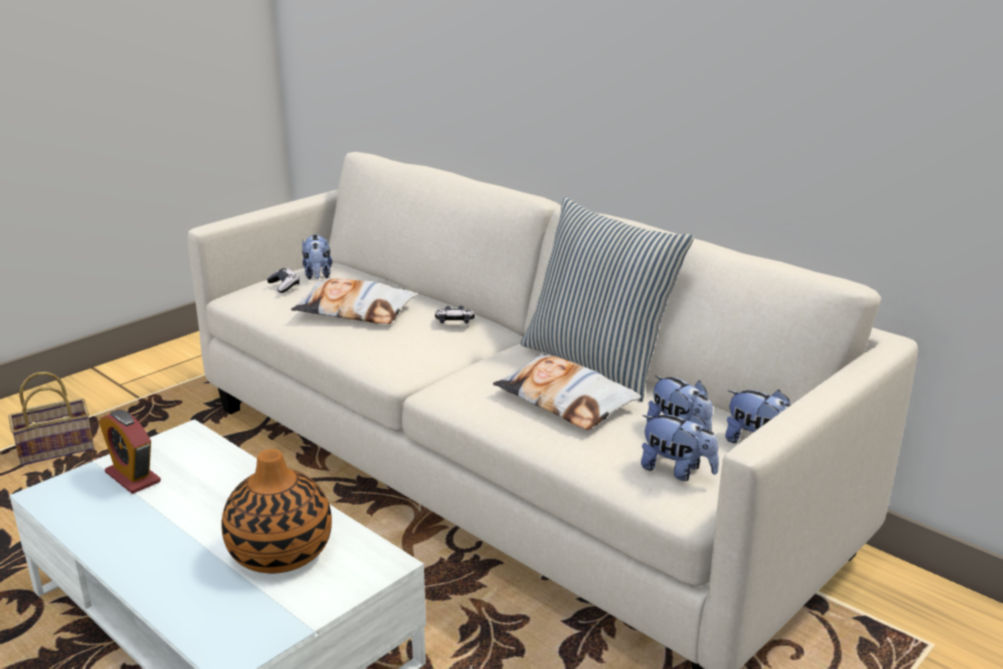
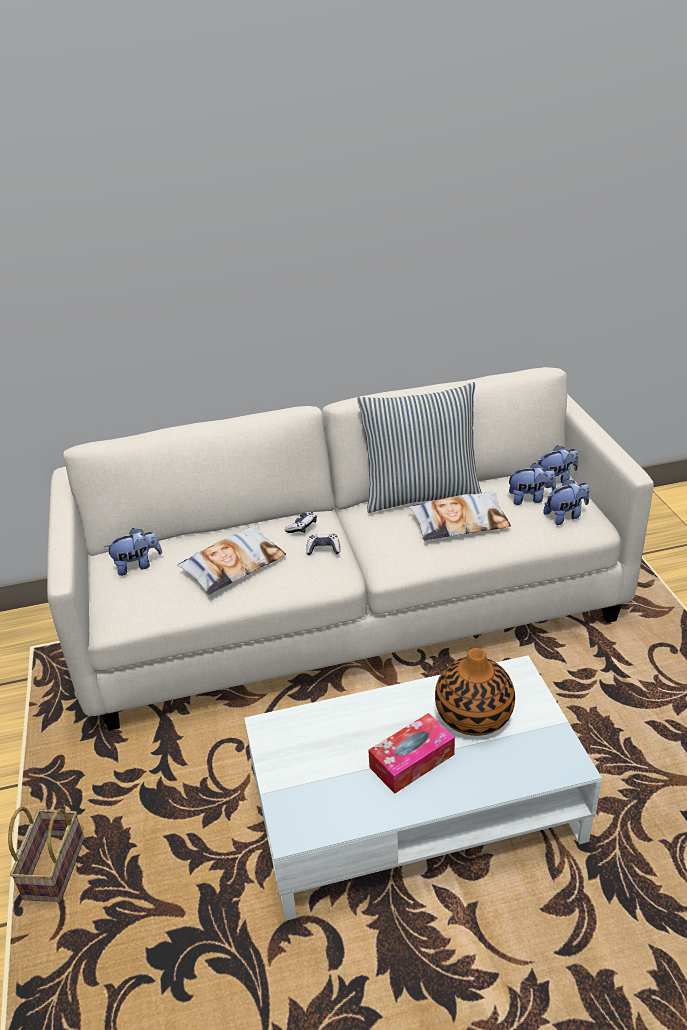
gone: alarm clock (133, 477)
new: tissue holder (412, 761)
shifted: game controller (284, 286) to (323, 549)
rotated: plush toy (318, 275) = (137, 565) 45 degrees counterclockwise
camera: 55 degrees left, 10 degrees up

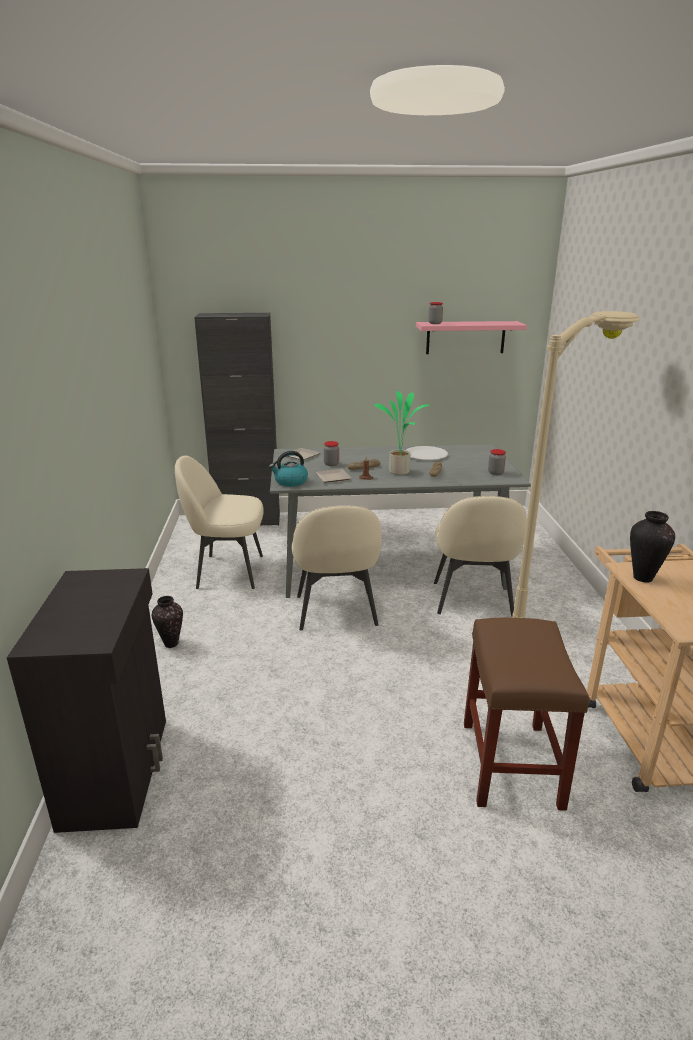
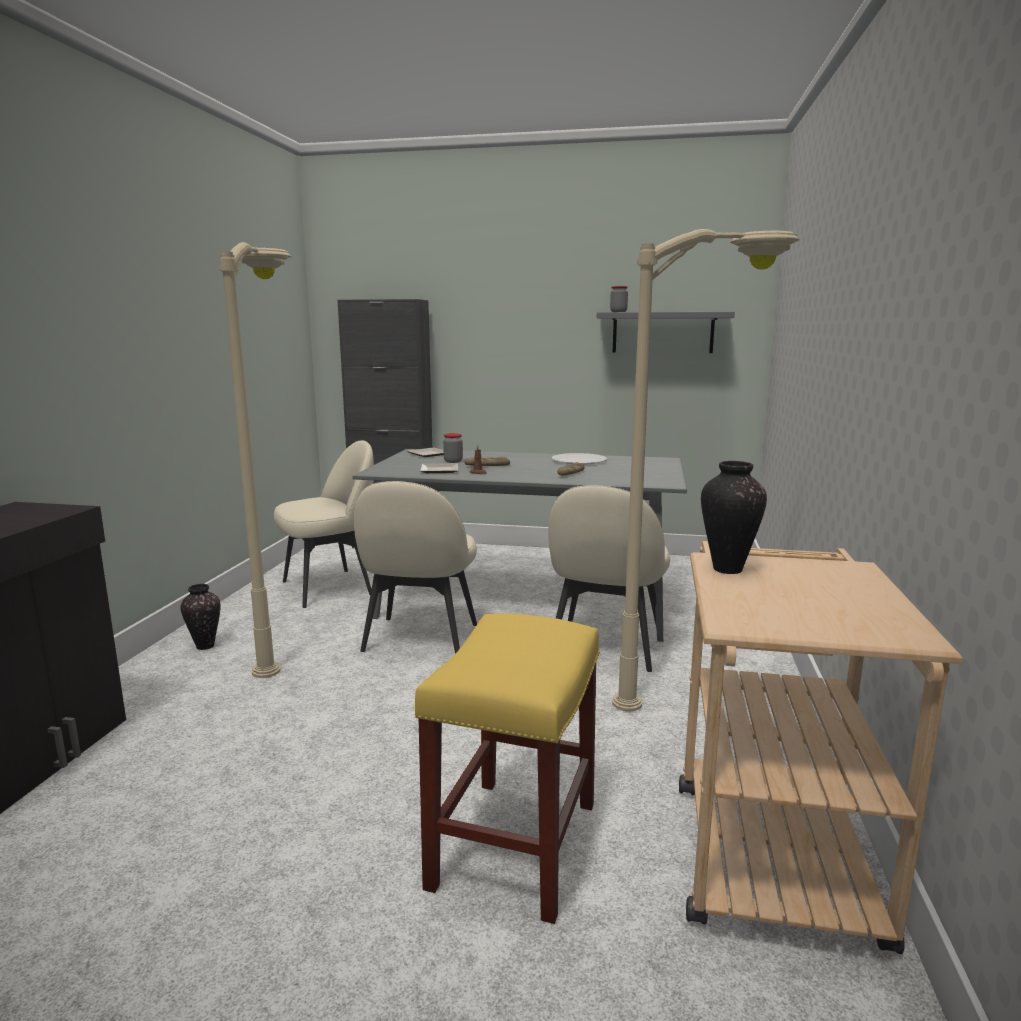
gone: water kettle (290, 482); houseplant (400, 471); jar (495, 473)
new: standard lamp in beige-coloured (286, 636)
repainted: wall shelf in pink (465, 337) to wall shelf in greyish (662, 332); stool seat in brownish (511, 765) to stool seat in yellow (515, 846)
rotated: plain chair in beige-coloured (228, 571) = (330, 587) 135 degrees clockwise
camera: 15 degrees right, 10 degrees down

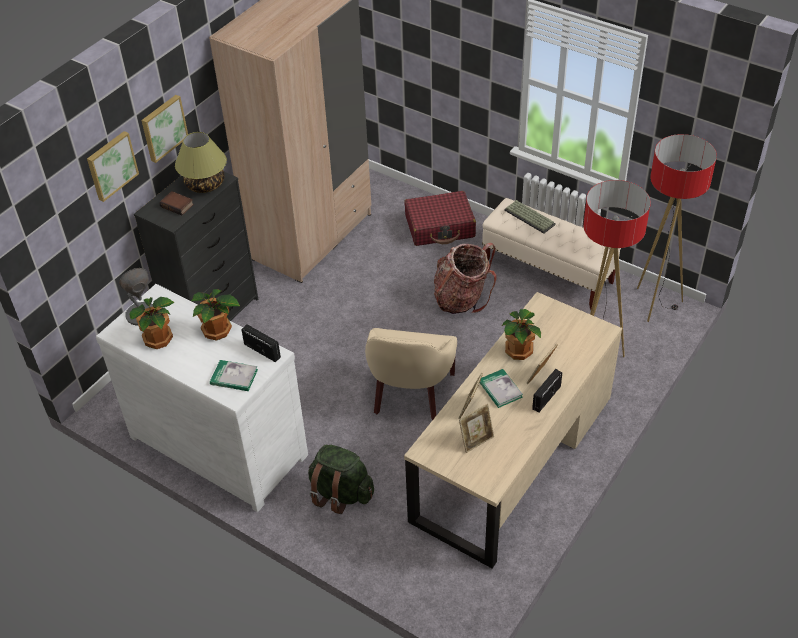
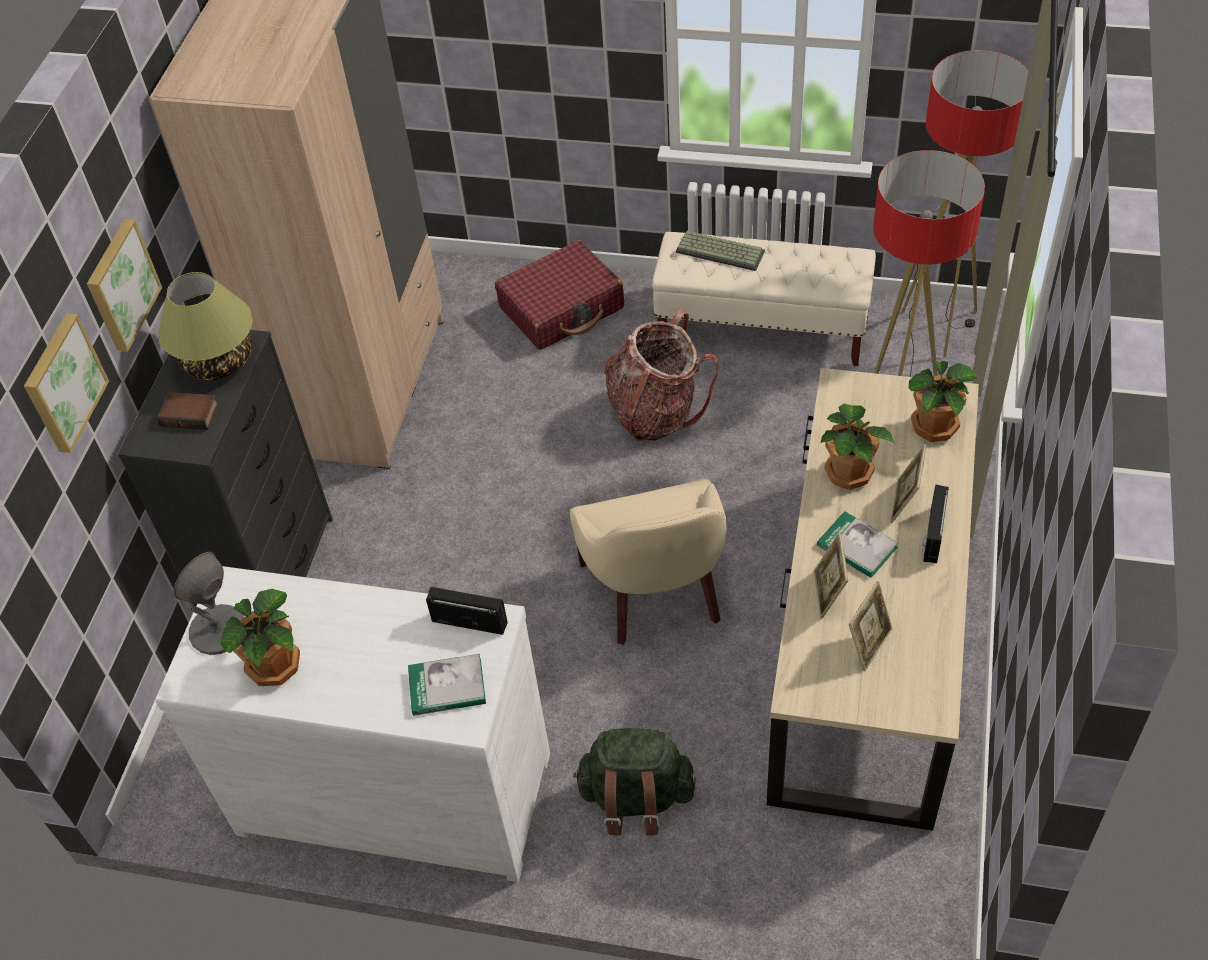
shifted: houseplant (218, 331) to (936, 426)
camera: 20 degrees left, 5 degrees up

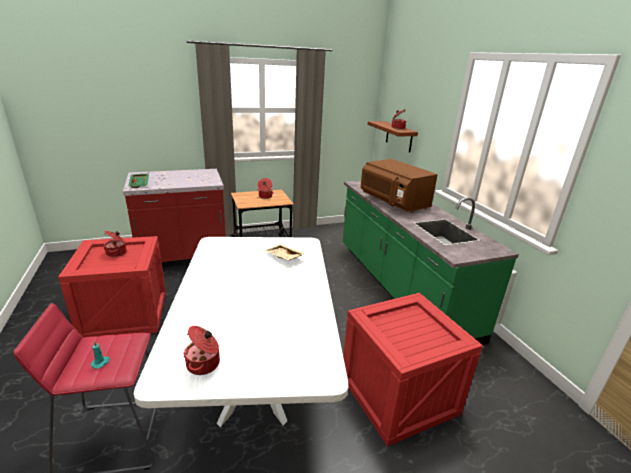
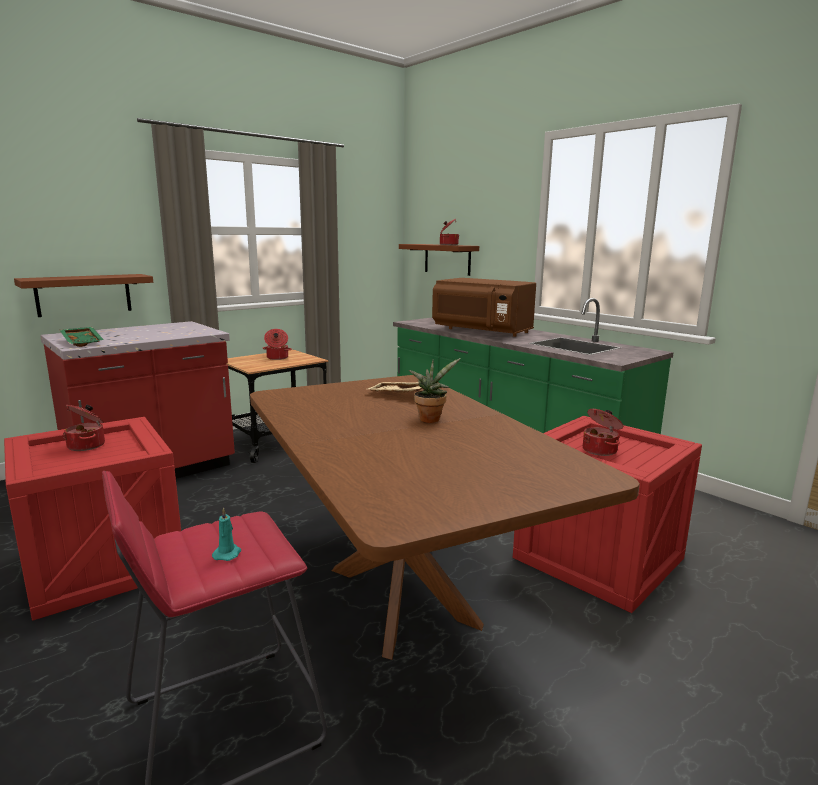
new: wall shelf in brownish (84, 294); houseplant (431, 419)
shifted: stockpot (204, 364) to (600, 450)
repainted: kitchen table in whitish (256, 383) to kitchen table in brownish (402, 594)
camera: 20 degrees left, 10 degrees down

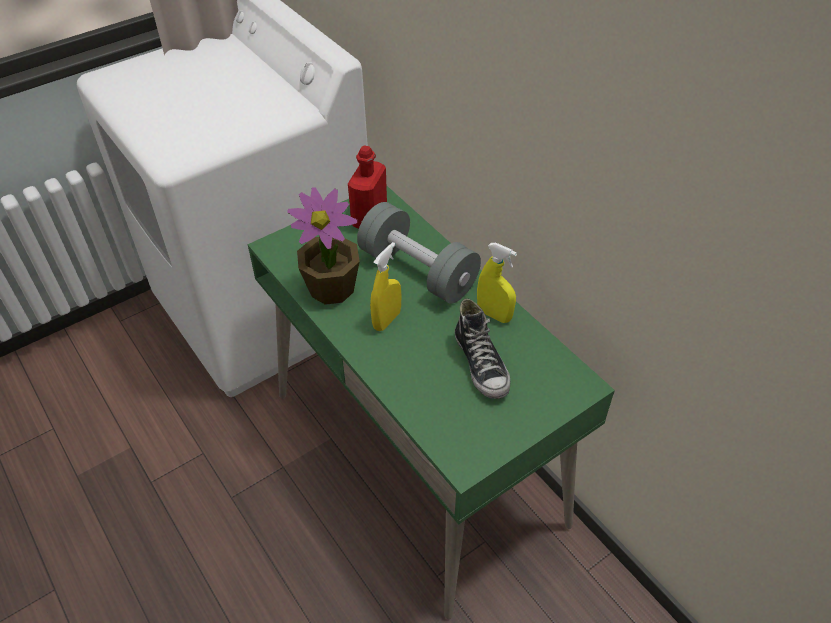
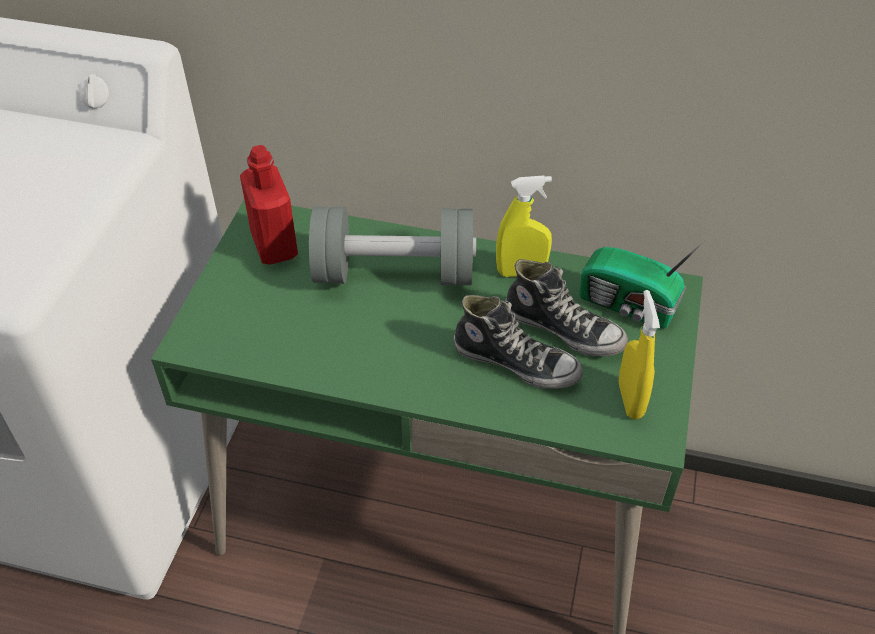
gone: houseplant (332, 288)
new: shoe (516, 362); radio set (629, 306)
shifted: spray bottle in yellow (387, 320) to (630, 400)
camera: 40 degrees left, 0 degrees up

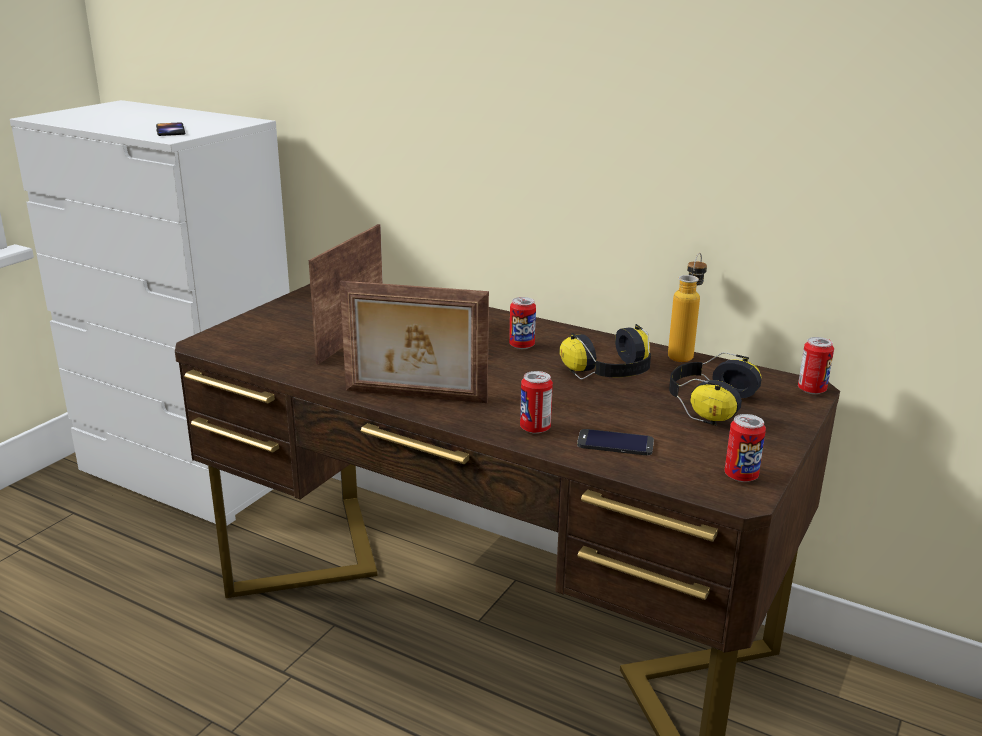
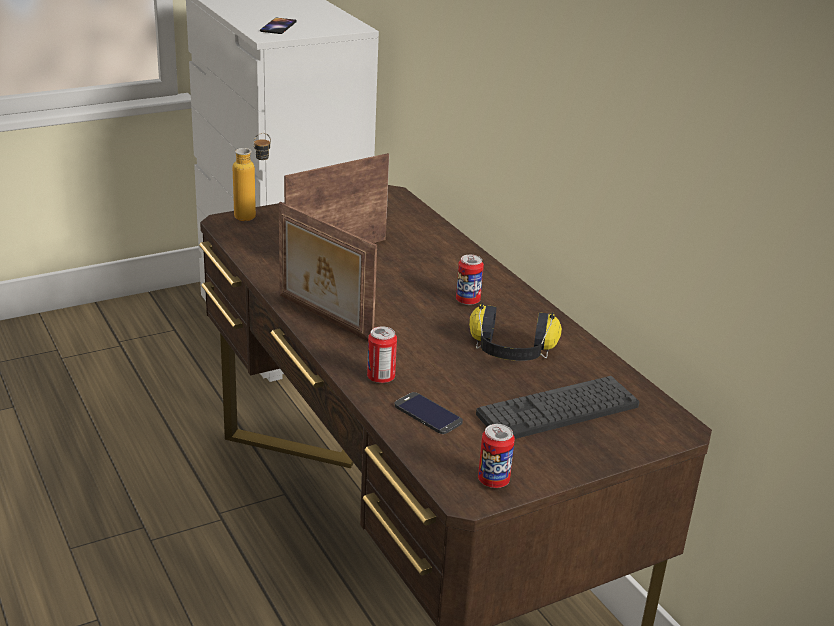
gone: sealed can (811, 390)
shifted: drink bottle (684, 354) to (253, 216)
swapped: headphones (708, 404) to computer keyboard (558, 410)
camera: 30 degrees right, 5 degrees up

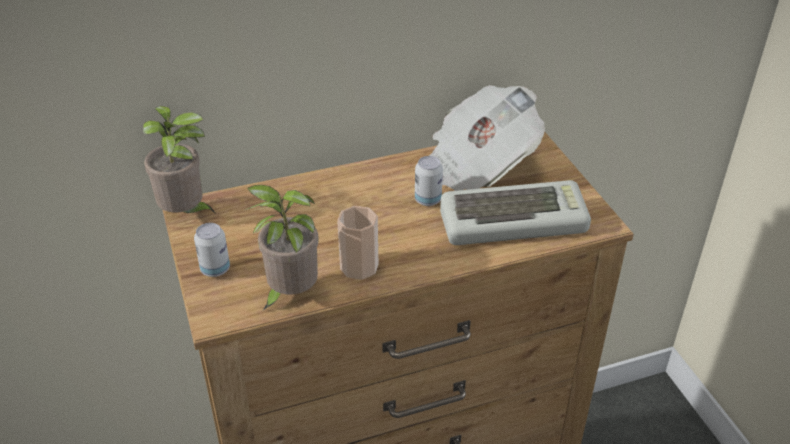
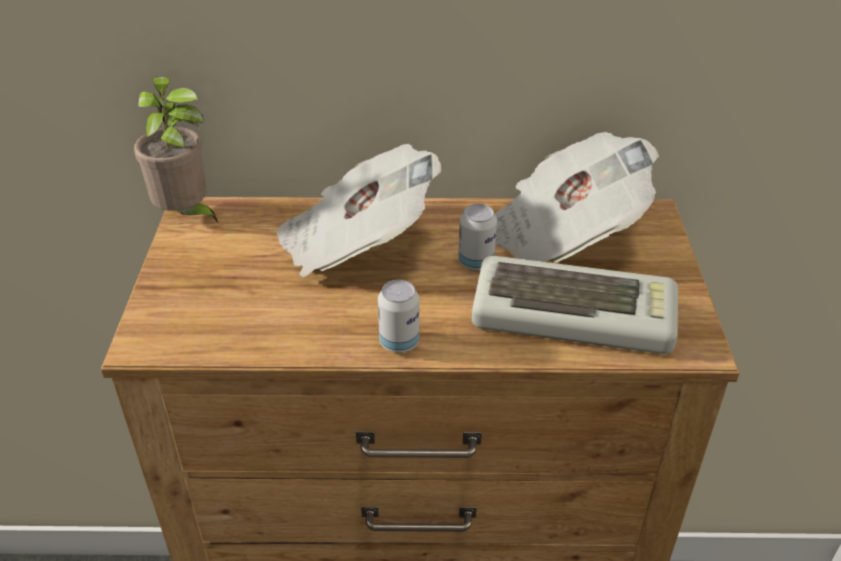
gone: houseplant (290, 294); drinking cup (359, 267)
new: printed paper (355, 244)
shifted: sealed can (215, 269) to (399, 342)
camera: 20 degrees right, 0 degrees up

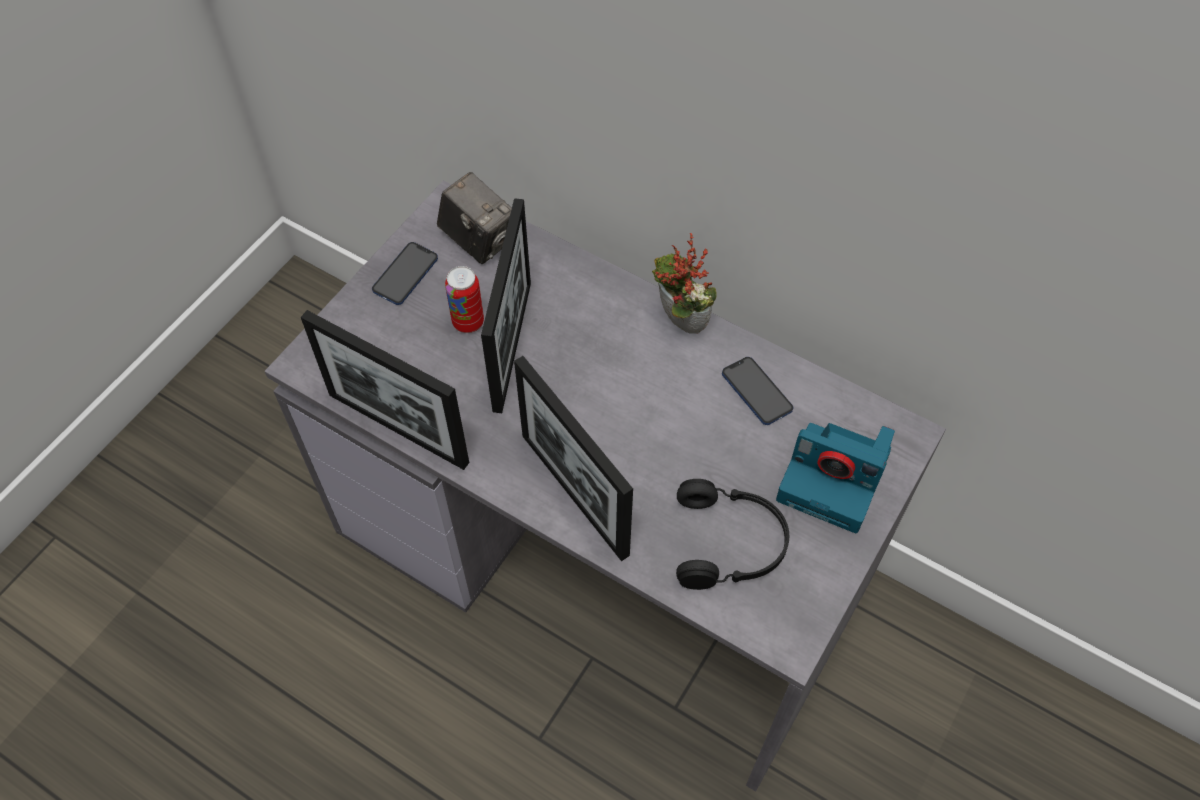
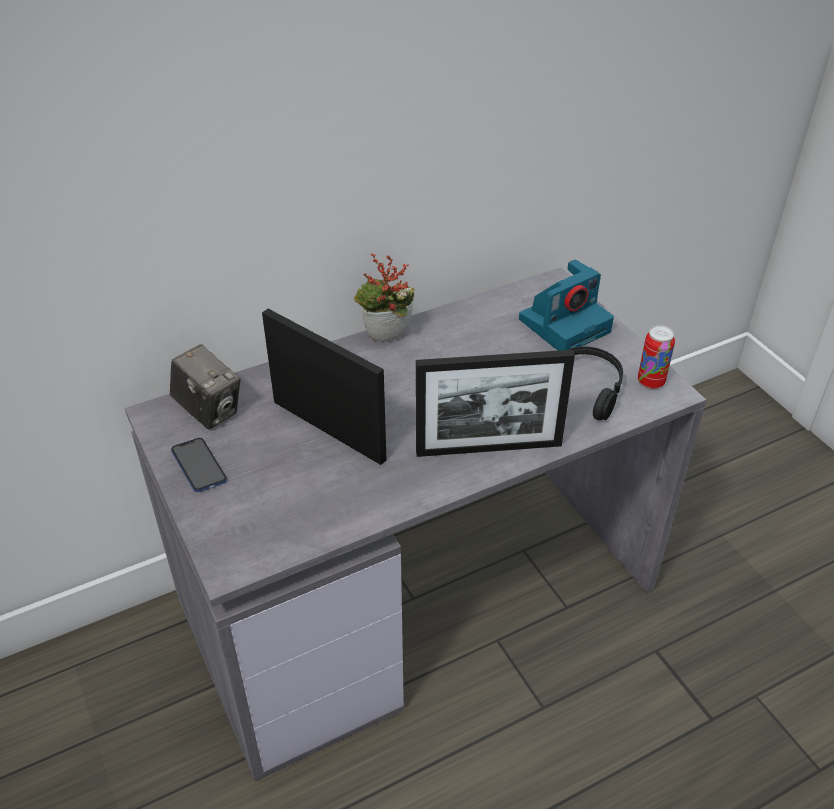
gone: picture frame (398, 428); handset (756, 392)
shifted: sealed can (468, 322) to (650, 382)
rotated: photo camera (478, 241) = (209, 410) 60 degrees clockwise
camera: 60 degrees left, 15 degrees down

